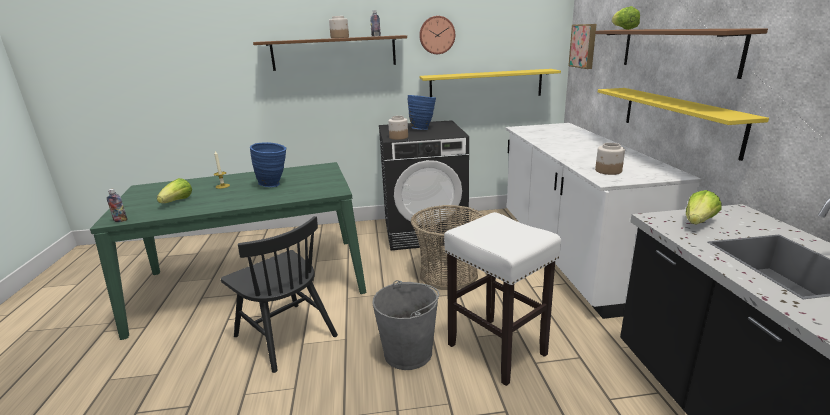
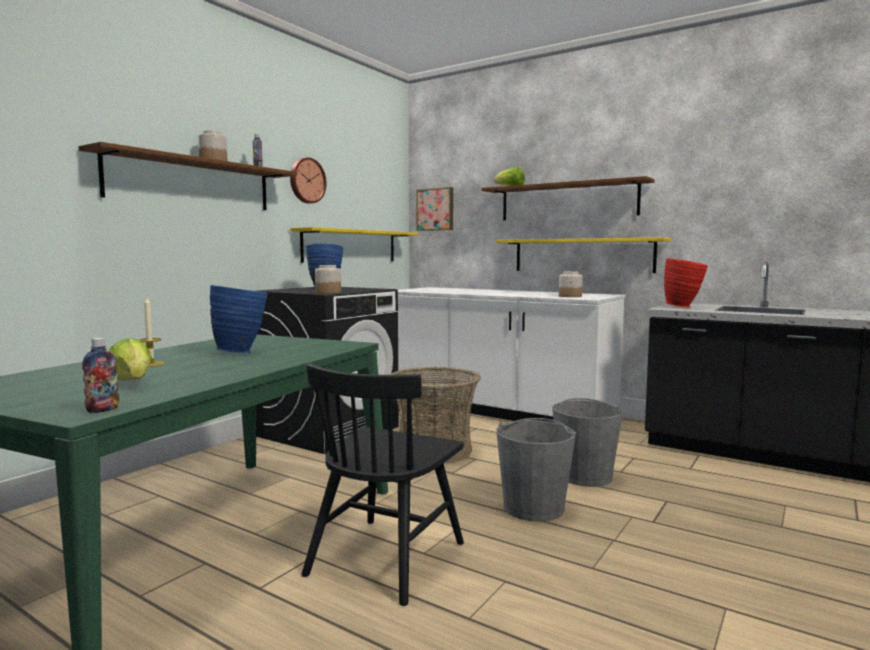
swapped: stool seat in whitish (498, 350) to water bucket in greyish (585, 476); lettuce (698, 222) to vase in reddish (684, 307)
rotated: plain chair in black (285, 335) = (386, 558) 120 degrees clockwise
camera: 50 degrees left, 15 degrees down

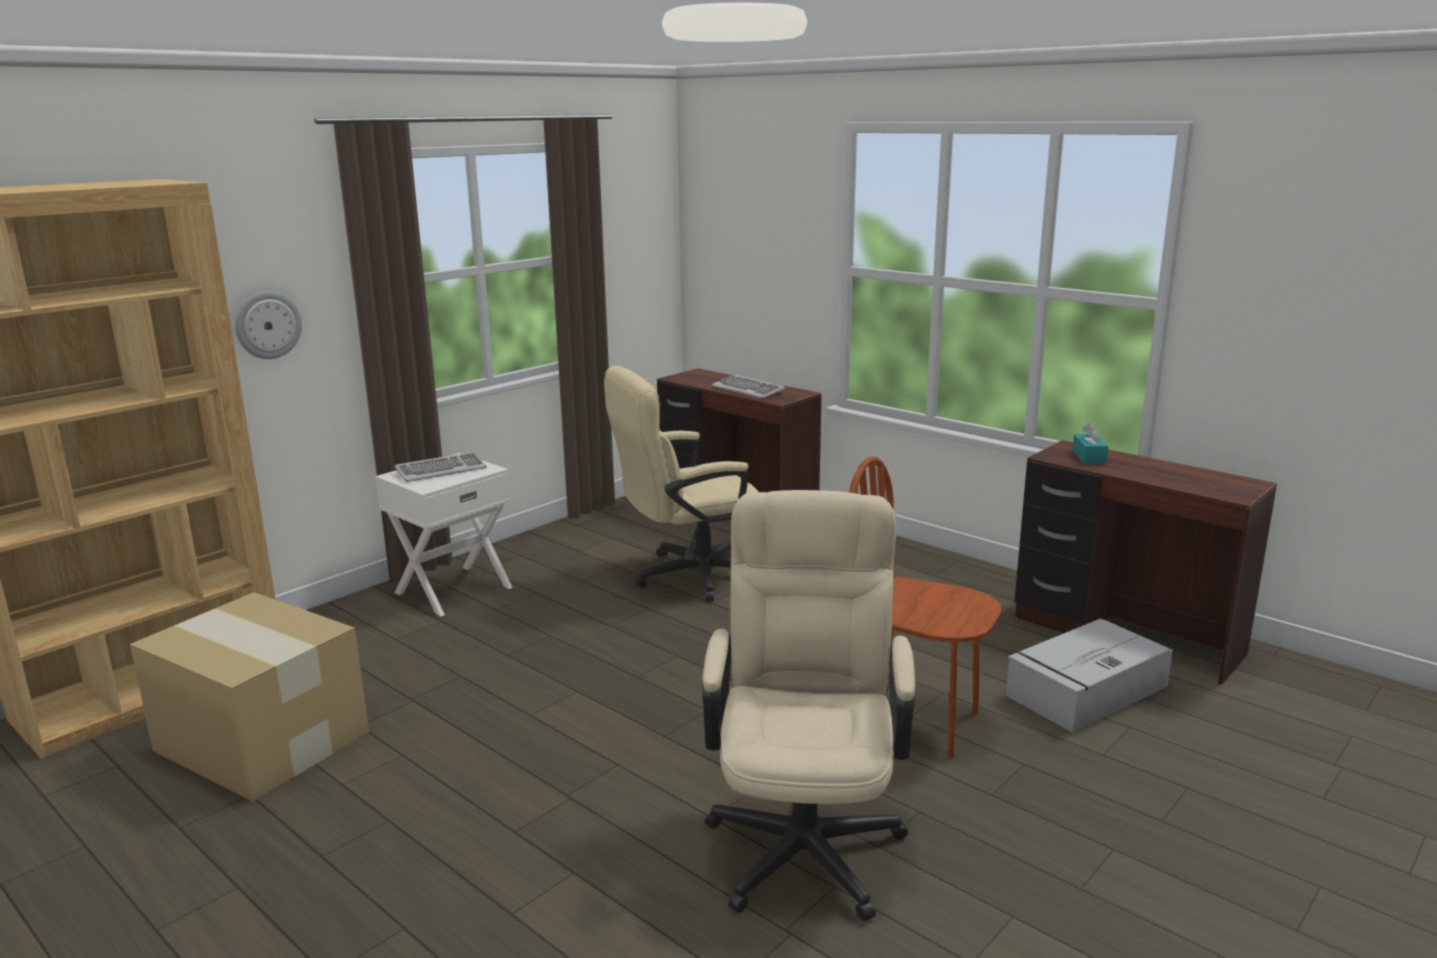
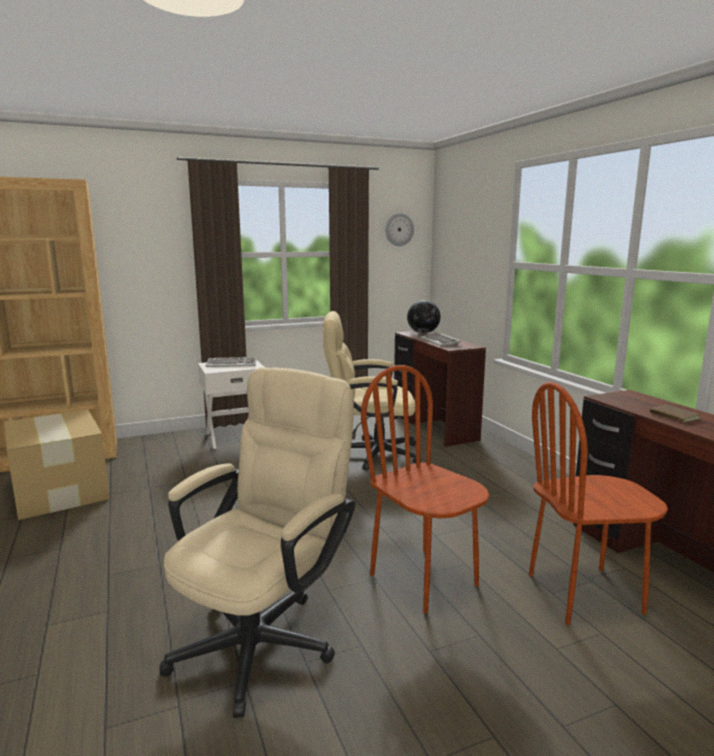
gone: tissue holder in blue-green (1089, 457)
new: globe (423, 333); book in brownish (673, 416)
shifted: wall clock (268, 325) to (399, 229)
swapped: storage container in greyish (1085, 692) to plain chair in brownish (584, 594)
camera: 25 degrees right, 5 degrees down

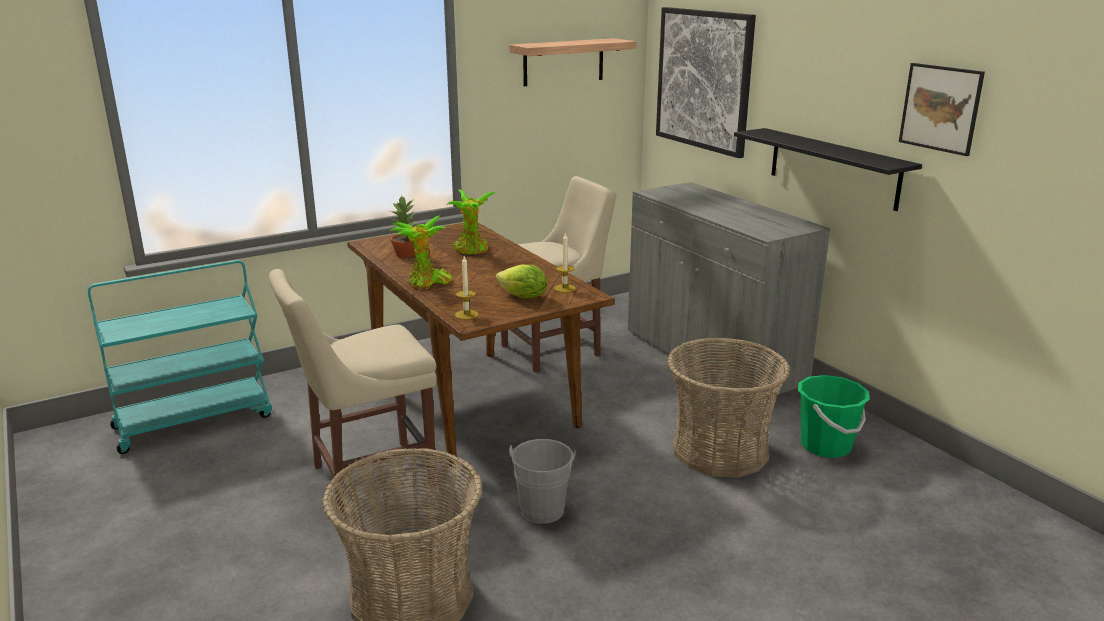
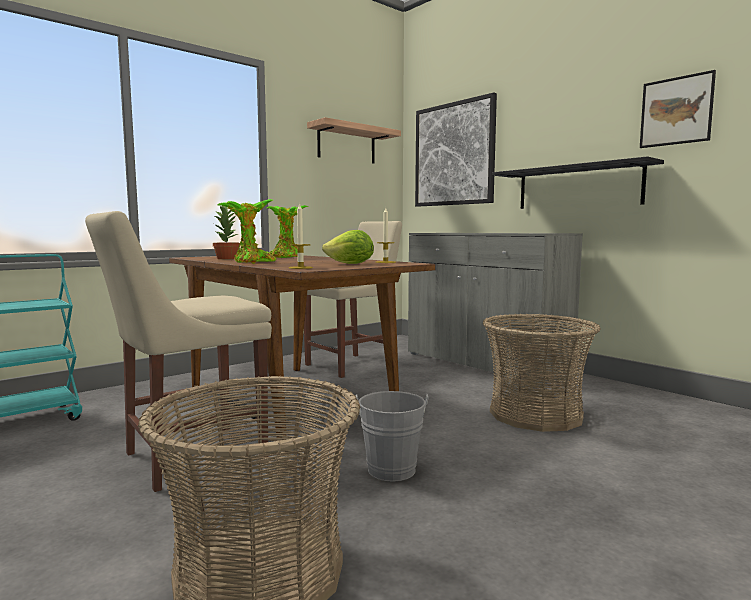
gone: water bucket in greenish (825, 446)
camera: 10 degrees left, 15 degrees down

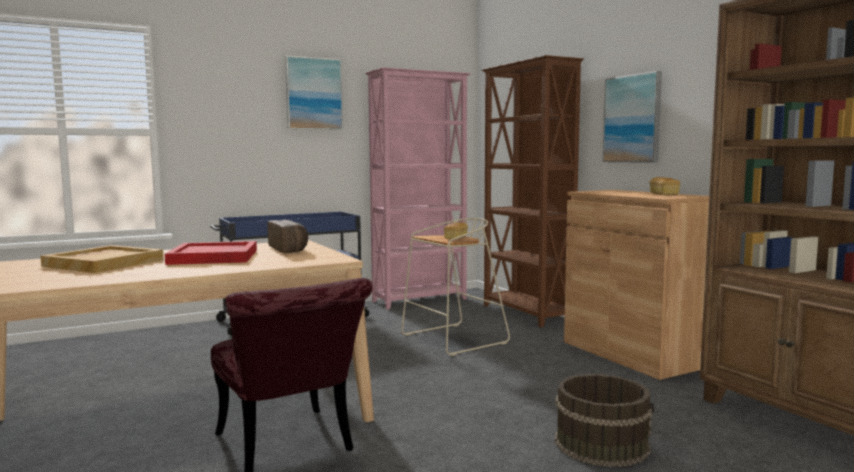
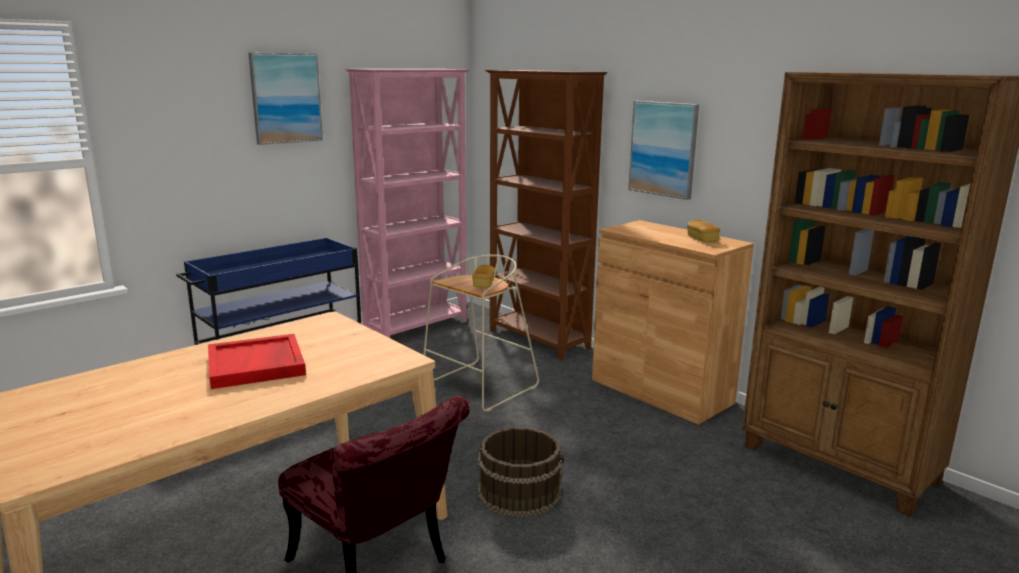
gone: carrying tray in beige-coloured (104, 263); bread (290, 249)
shifted: water bucket in brownish (601, 444) to (519, 491)
camera: 15 degrees left, 10 degrees up

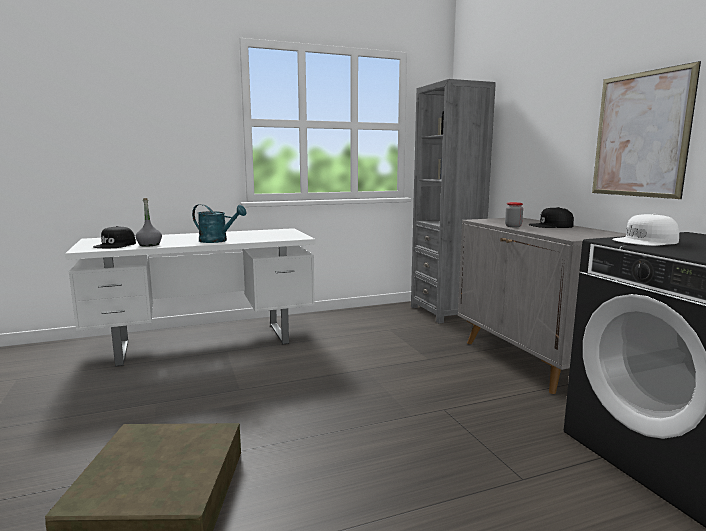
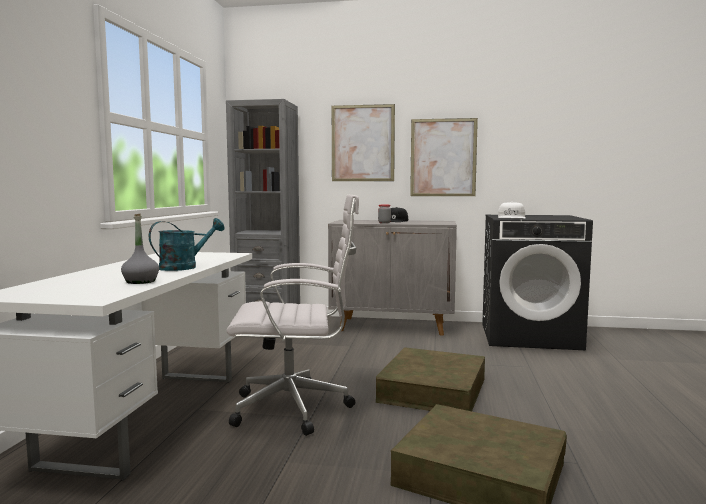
gone: peaked cap in black (115, 245)
new: office chair in whitish (297, 408); wall picture (362, 143); storage container in brownish (433, 390)
camera: 60 degrees left, 5 degrees down

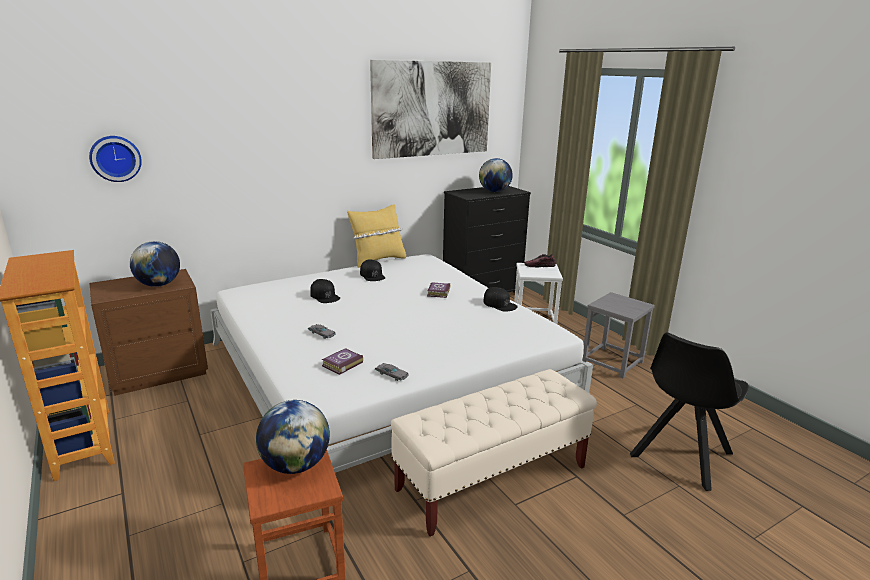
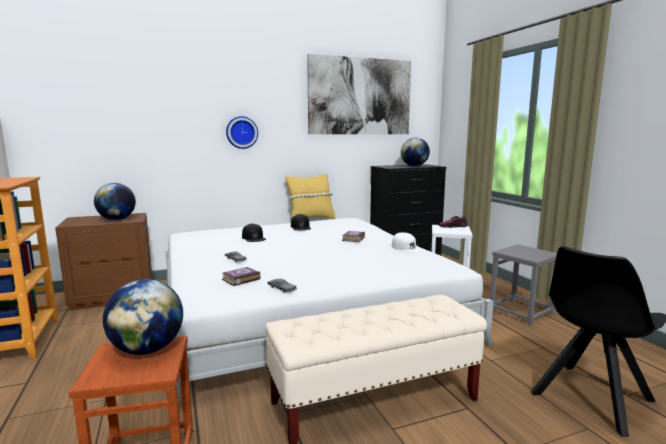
shifted: wall clock (115, 158) to (241, 132)
repainted: peaked cap in black (499, 304) to peaked cap in whitish (406, 248)
camera: 10 degrees right, 10 degrees down

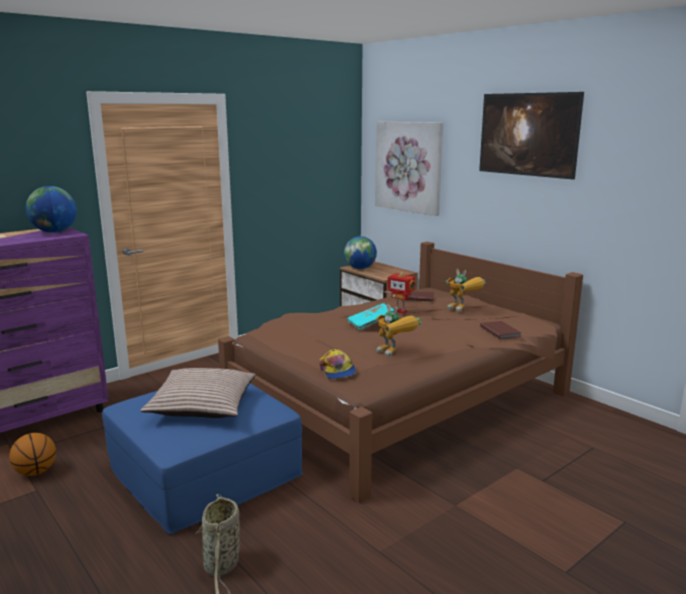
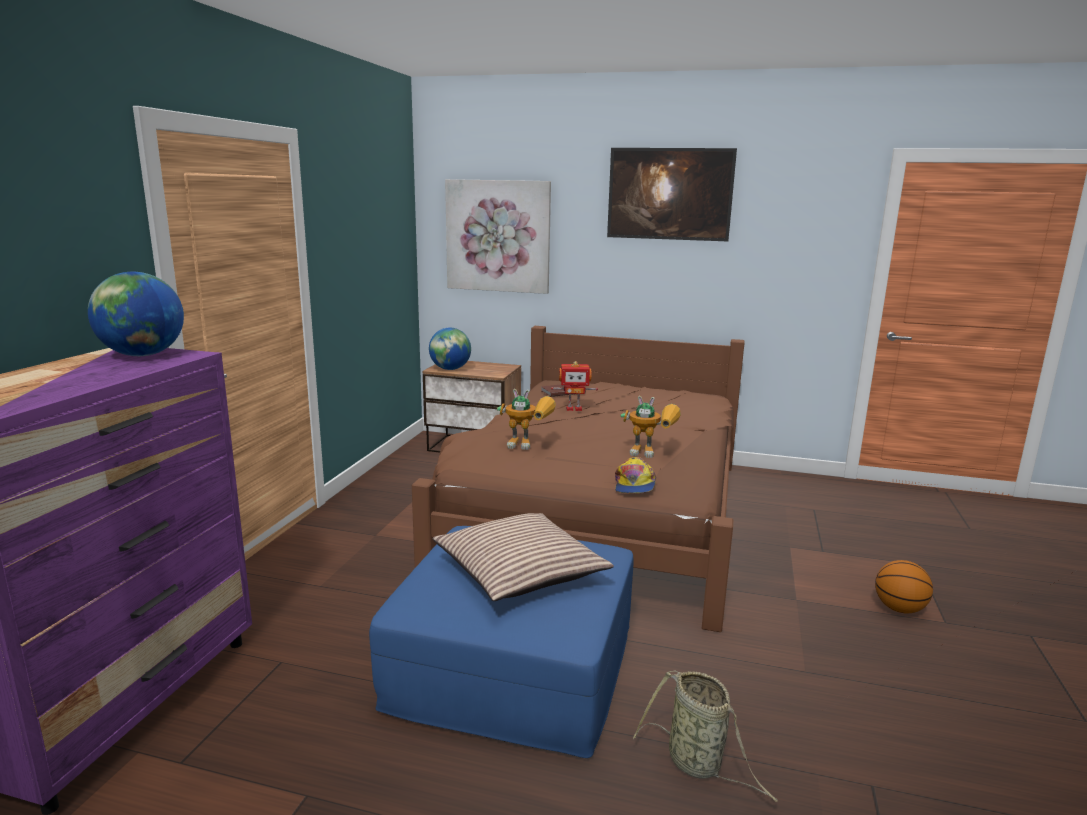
gone: book in blue-green (371, 324); book in brownish (500, 331)
shifted: basketball ball (36, 472) to (899, 608); robot figure (463, 309) to (529, 445)
rotated: peaked cap (337, 371) = (634, 485) 60 degrees clockwise
camera: 35 degrees left, 0 degrees up

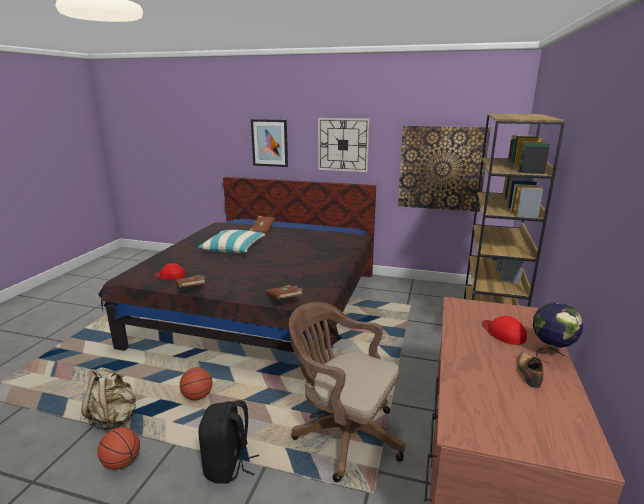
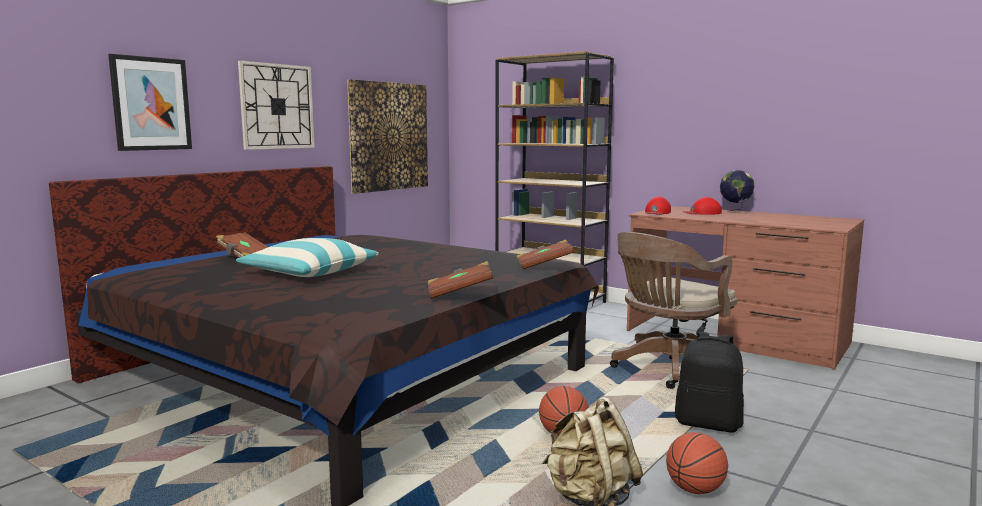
gone: shoe (528, 373)
shifted: peaked cap in reddish (170, 275) to (657, 212)
camera: 70 degrees left, 10 degrees down

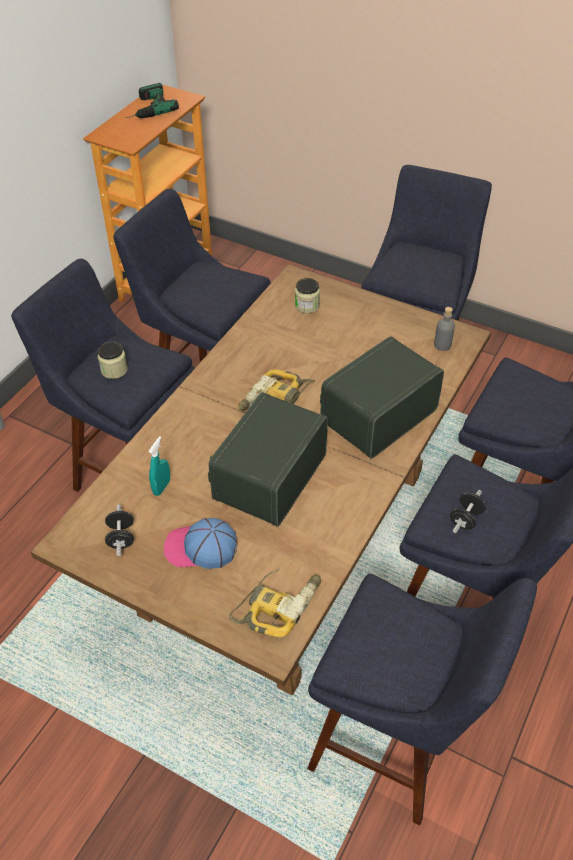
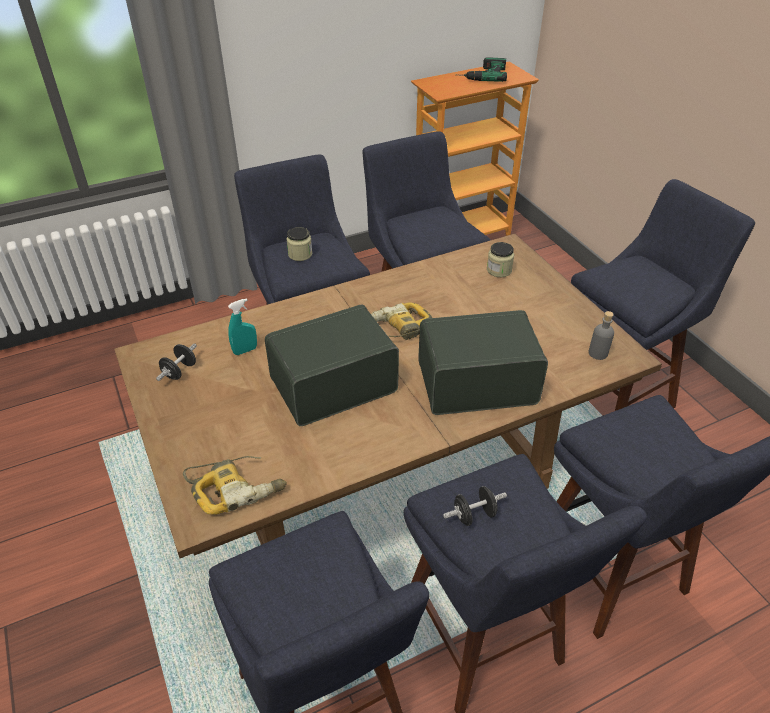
gone: peaked cap (200, 548)
camera: 35 degrees right, 5 degrees down

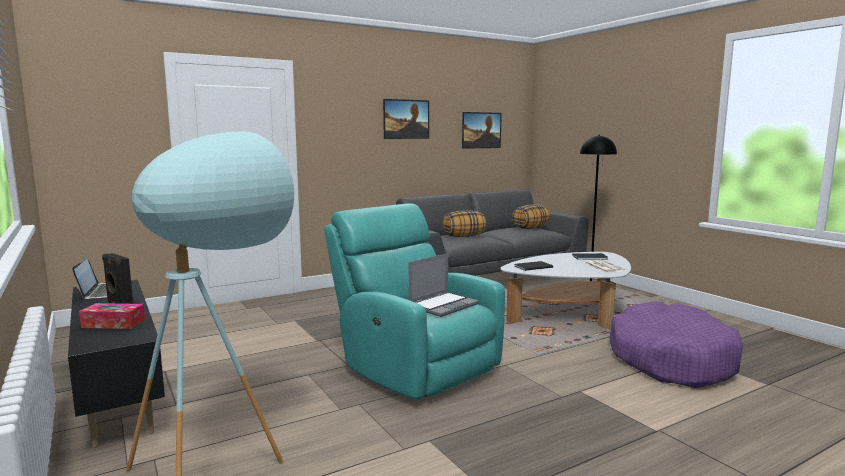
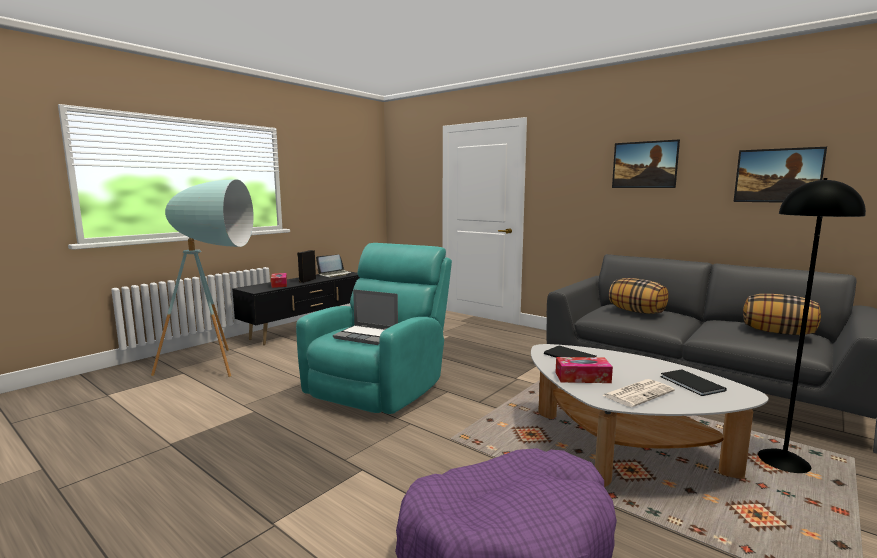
new: tissue holder (582, 377)
camera: 70 degrees right, 0 degrees up

